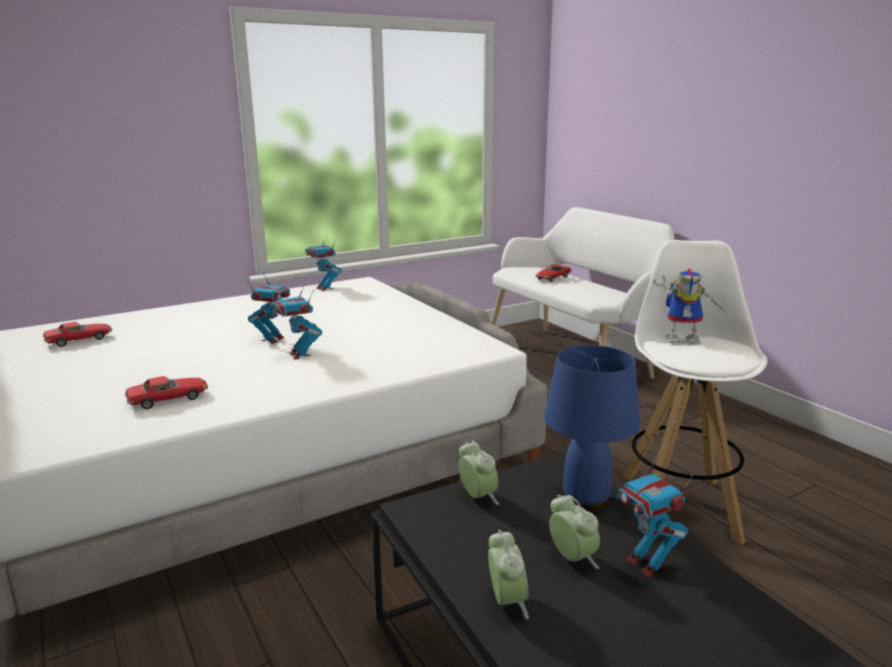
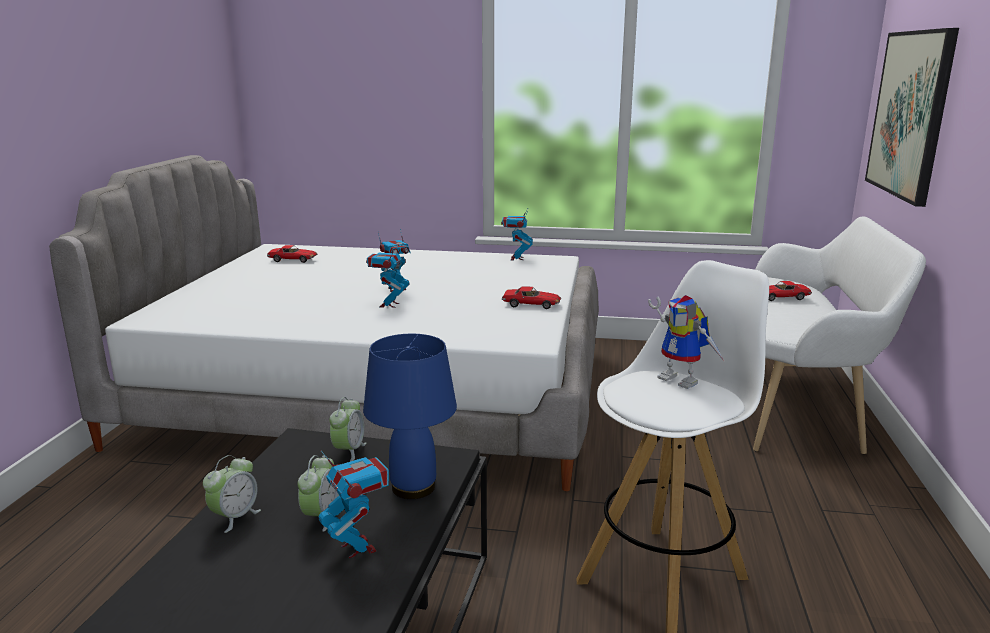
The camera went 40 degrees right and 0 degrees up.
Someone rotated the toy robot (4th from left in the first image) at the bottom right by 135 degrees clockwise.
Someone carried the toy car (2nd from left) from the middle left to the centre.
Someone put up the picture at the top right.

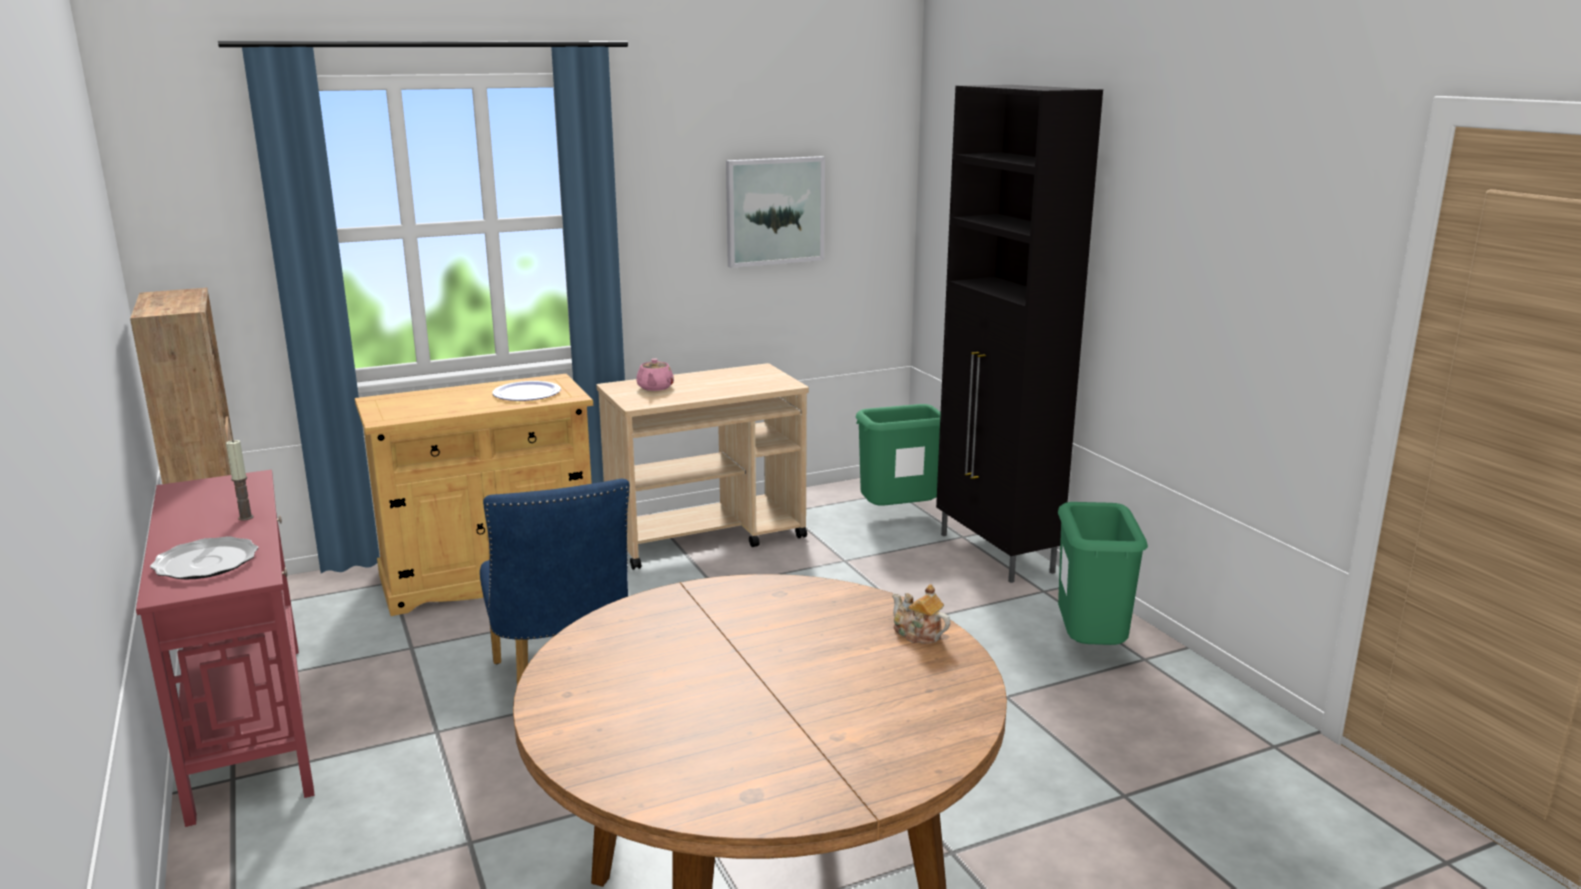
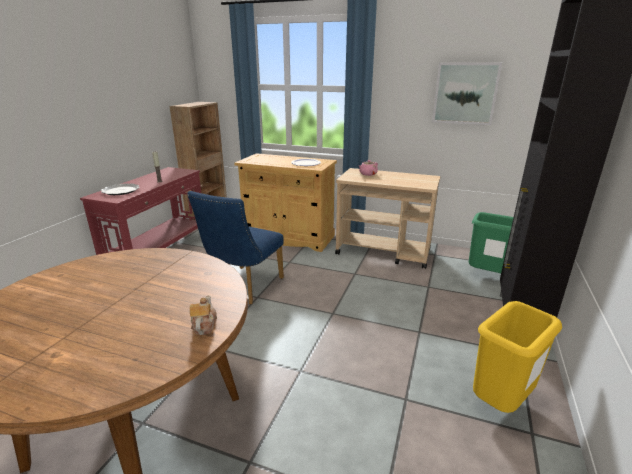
The camera went 45 degrees right and 5 degrees up.
Someone repainted the trash can/green (2nd from left) at the middle right, which became the trash can/yellow at the bottom right.

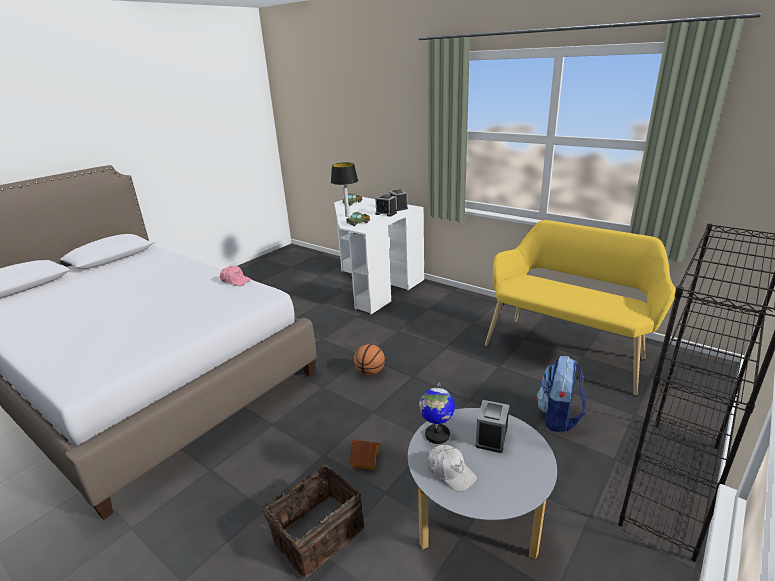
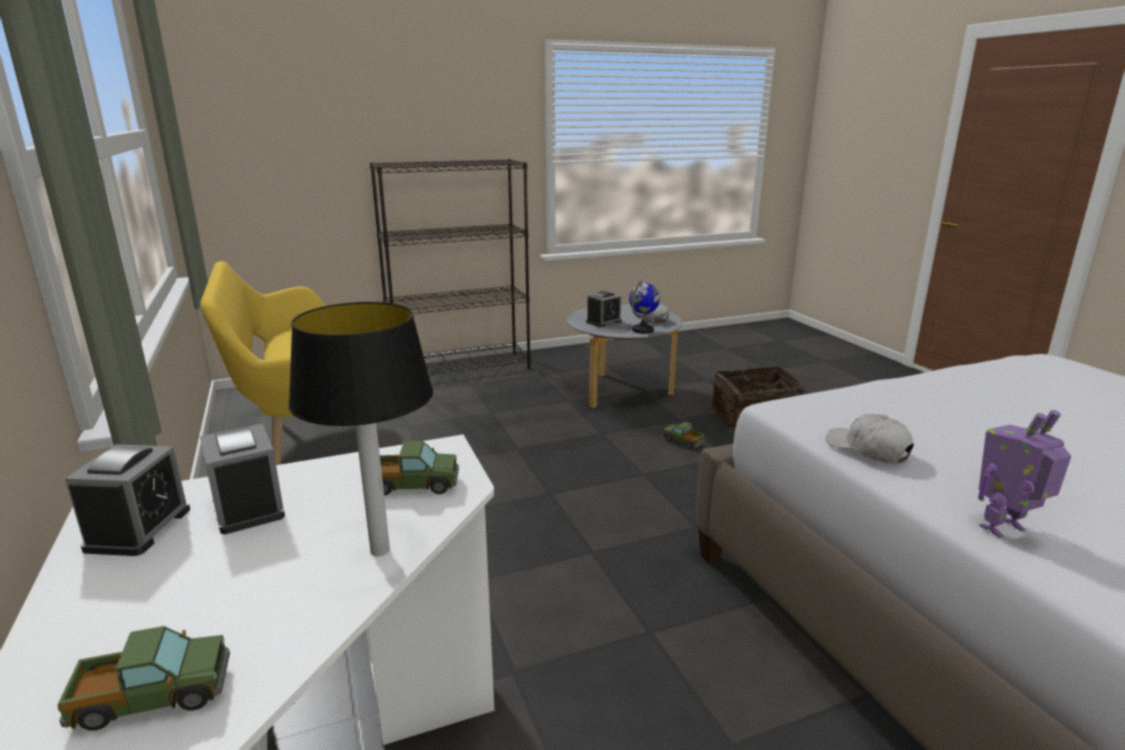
The camera went 150 degrees left and 5 degrees down.
Someone swapped the toy house at the bottom centre for the toy truck (3rd from left) at the centre.
Someone repainted the cap/pink at the middle left, which became the cap/white (2nd from left) at the middle right.
Someone put down the toy robot at the middle right.
Someone took away the basketball at the centre.
Someone took away the backpack at the bottom right.

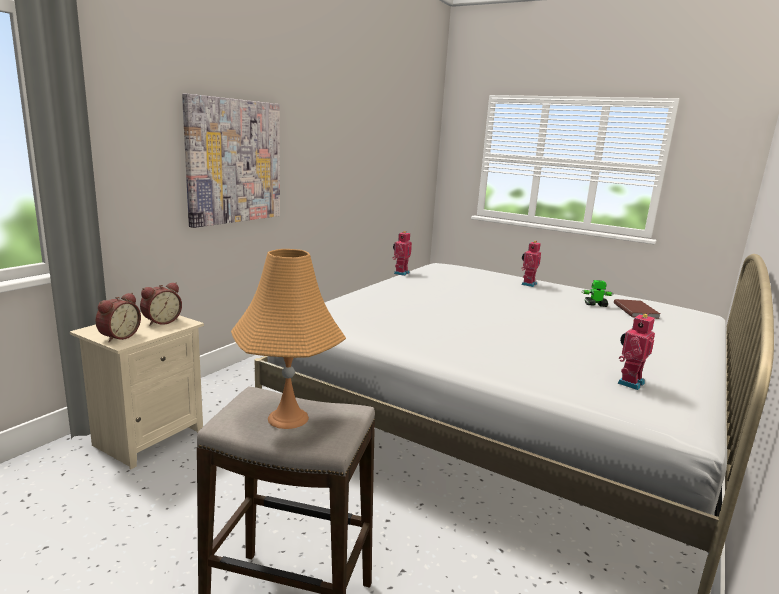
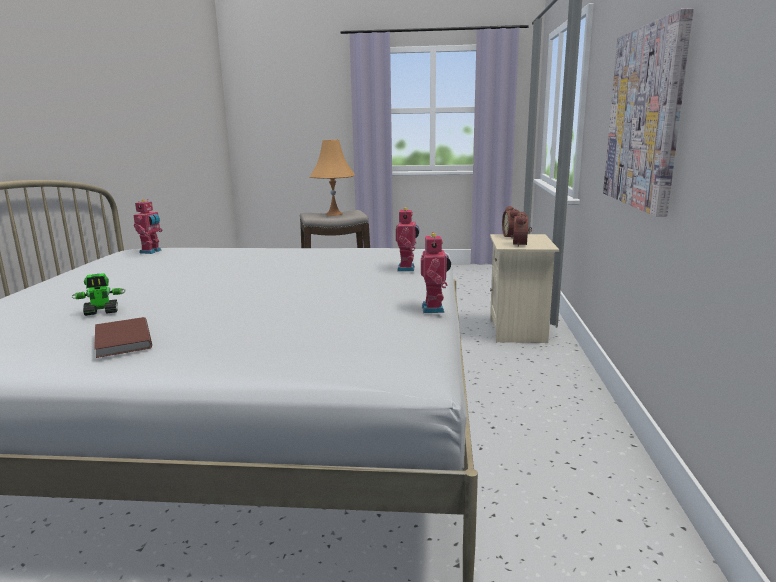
The camera went 155 degrees right and 0 degrees up.
Someone carried the book/brown from the middle right to the middle left.
Someone carried the toy robot (2nd from left in the first image) from the middle right to the centre.

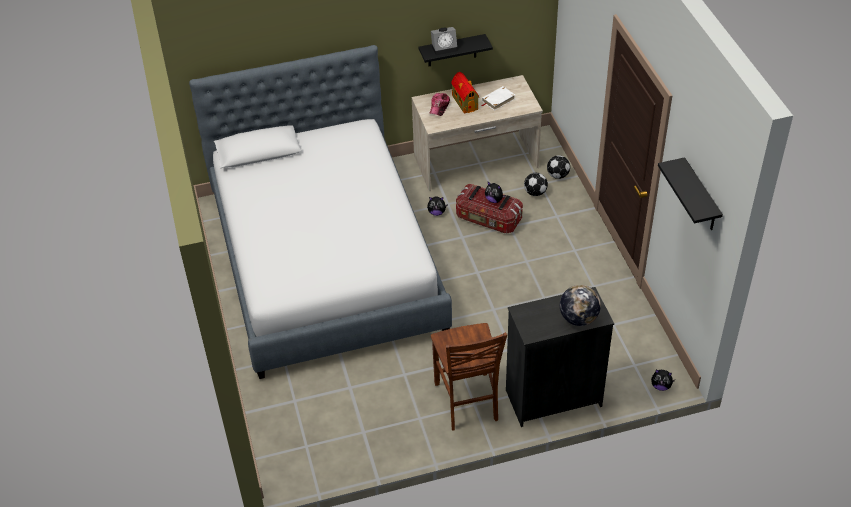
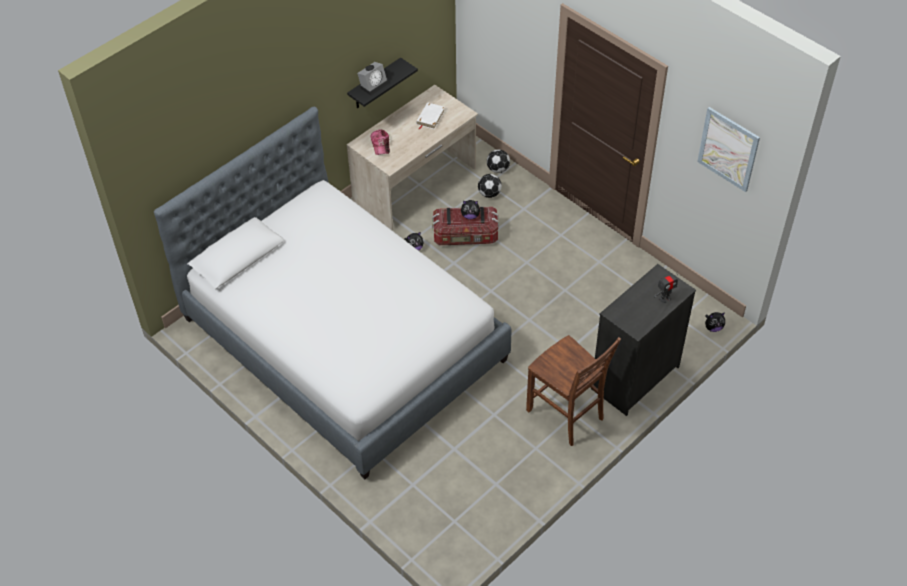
The camera went 30 degrees left and 5 degrees up.
Someone swapped the globe at the middle right for the toy robot at the middle right.
Someone swapped the shelf/black (2nd from left) at the middle right for the picture at the top right.
Someone took away the toy house at the top centre.

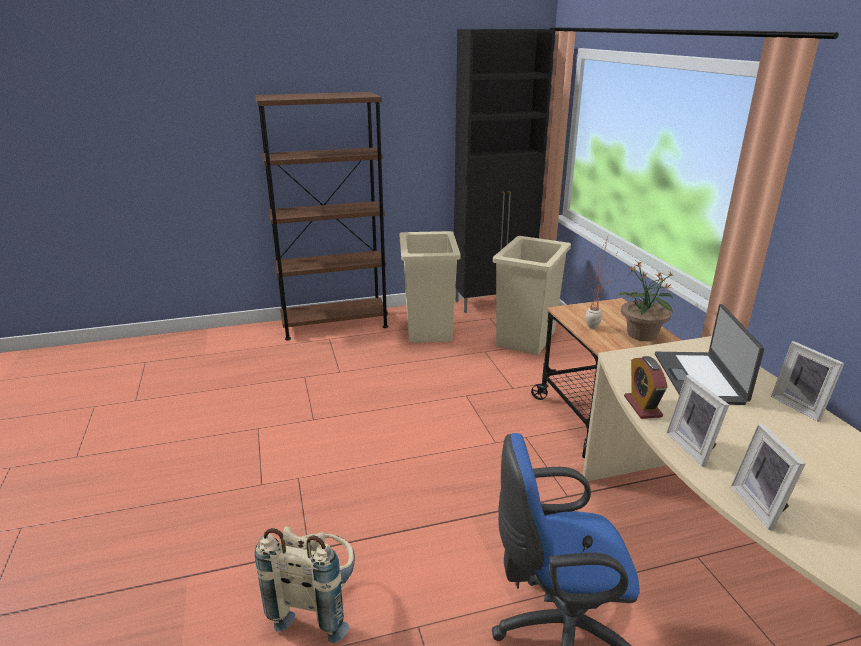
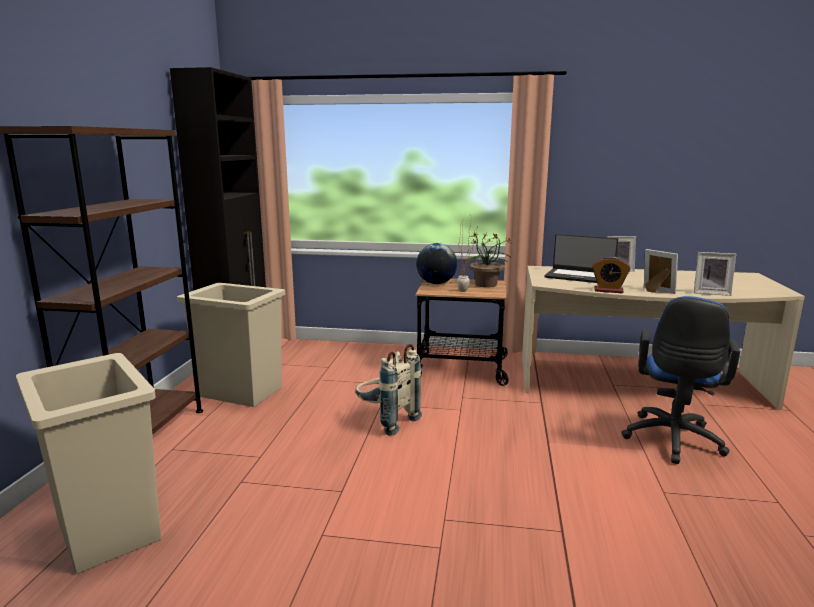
The camera went 65 degrees left and 10 degrees down.
Someone carried the trash can/beige (2nd from left in the first image) from the centre to the bottom left.
Someone carried the backpack/beige from the bottom centre to the centre.
Someone put down the globe at the centre.
Someone rotated the picture frame (1st from left in the first image) at the middle right by 135 degrees counterclockwise.

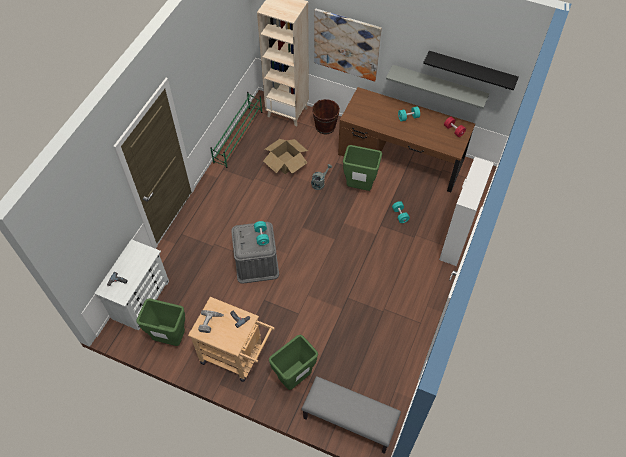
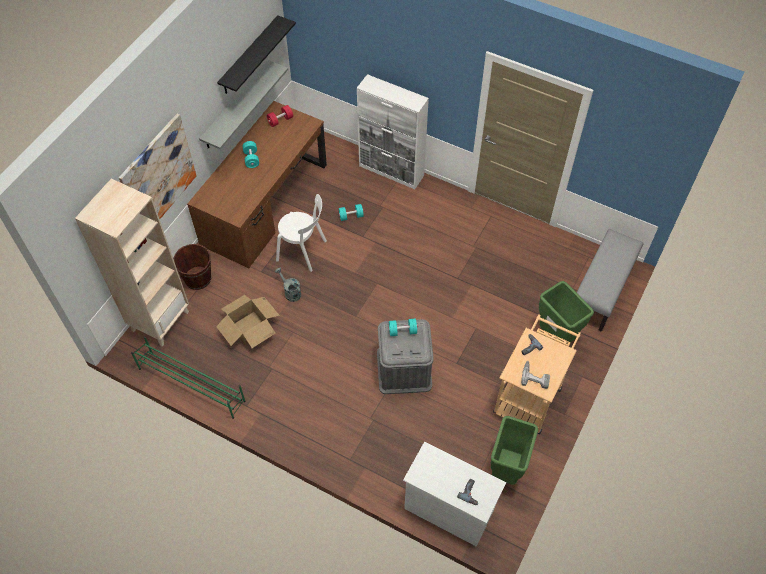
The camera went 85 degrees left and 0 degrees up.
Someone swapped the trash can/green (3rd from left) at the centre for the chair/white at the centre.

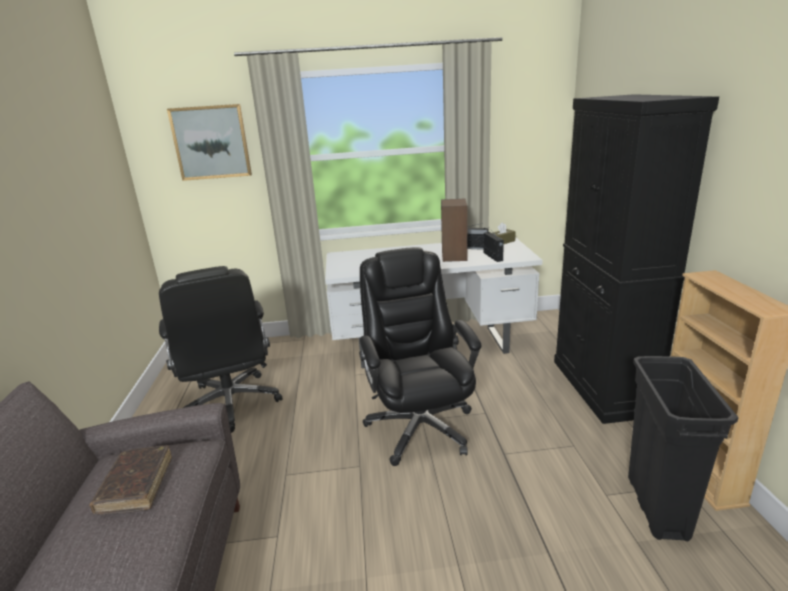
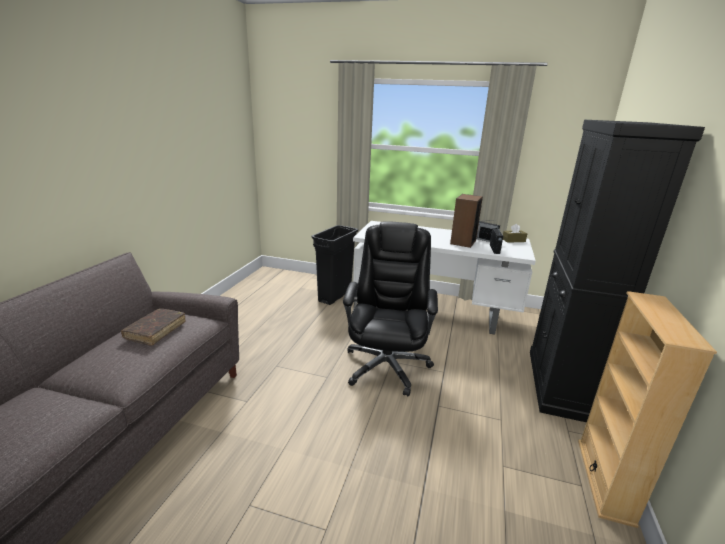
The camera went 20 degrees right and 0 degrees up.
Someone carried the trash can/black from the bottom right to the centre.
Someone took away the office chair/black (1st from left) at the middle left.
Someone took away the picture at the top left.

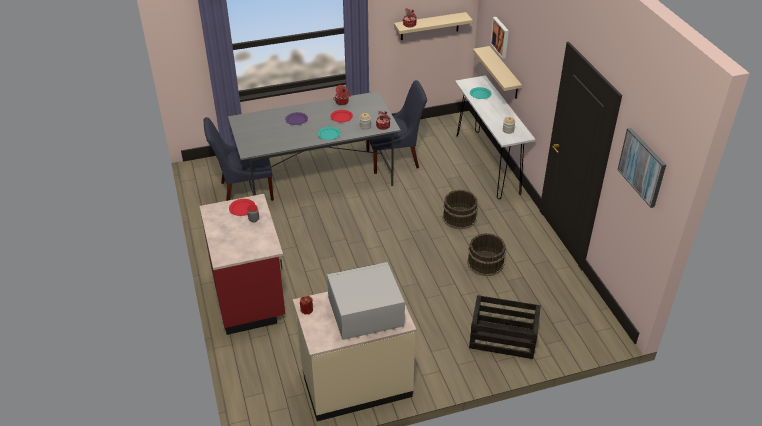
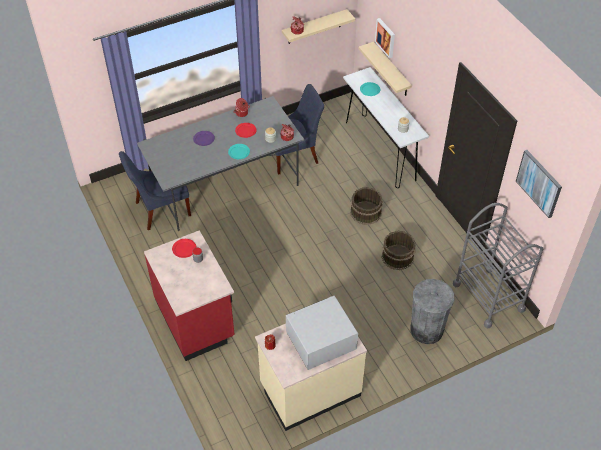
The camera went 10 degrees left and 10 degrees up.
Someone swapped the crate at the bottom centre for the trash can/grey at the bottom right.
Someone put down the cart/grey at the middle right.

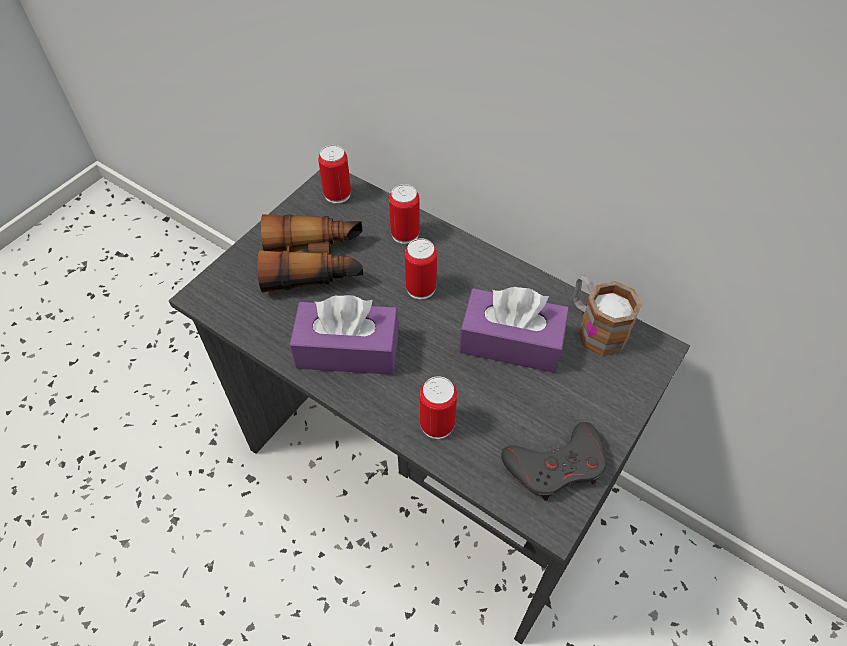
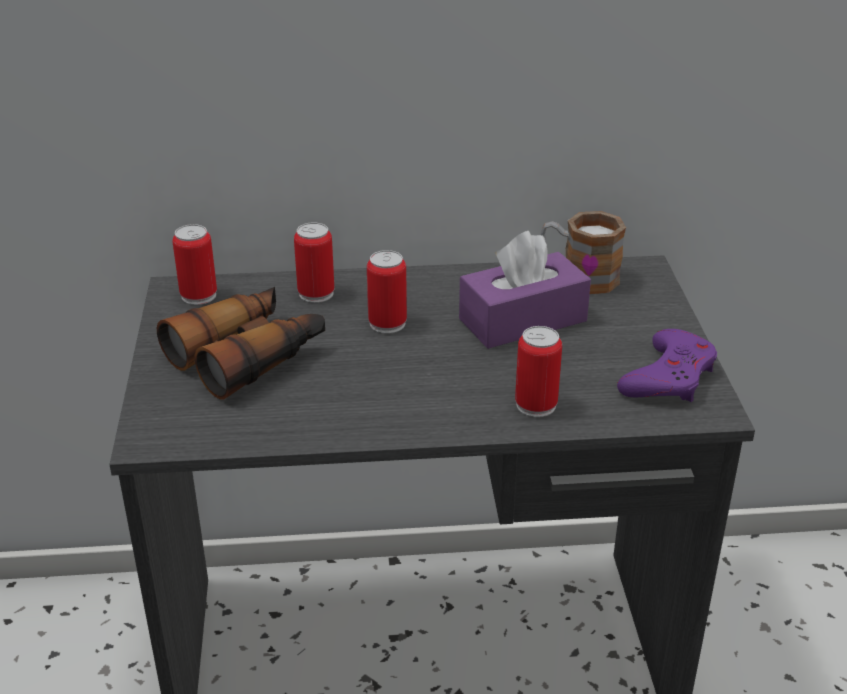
The camera went 40 degrees left and 20 degrees down.
Someone repainted the game controller/grey at the bottom centre, which became the game controller/purple at the middle right.
Someone took away the tissue box/purple (1st from left) at the centre.

